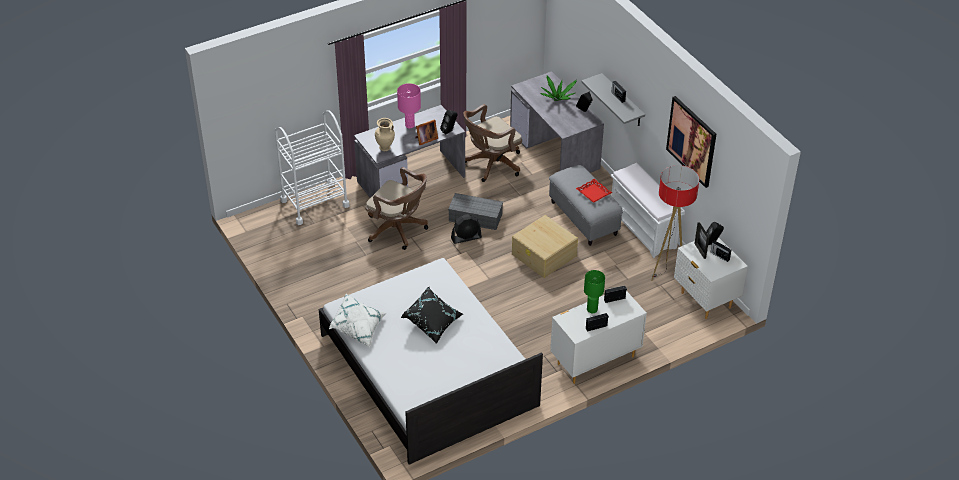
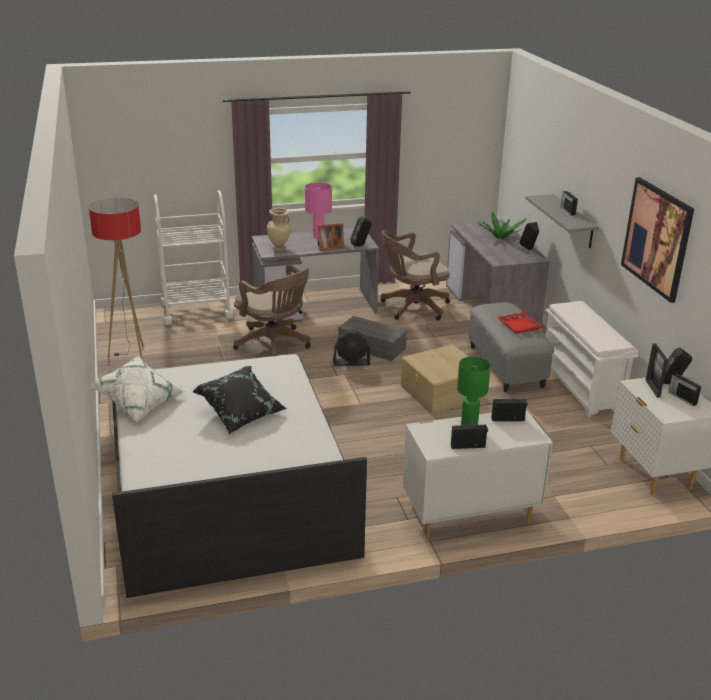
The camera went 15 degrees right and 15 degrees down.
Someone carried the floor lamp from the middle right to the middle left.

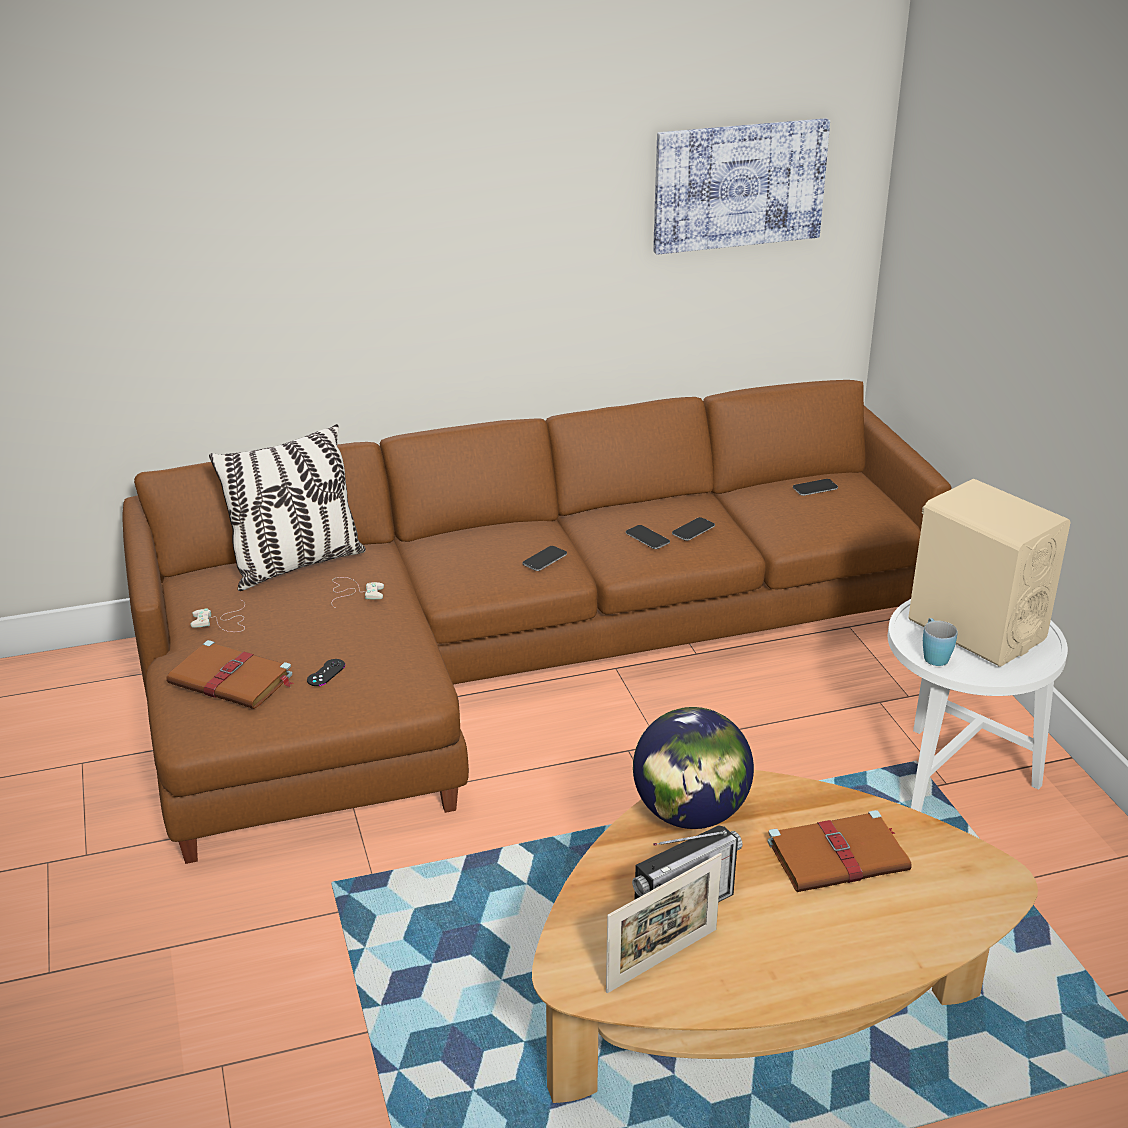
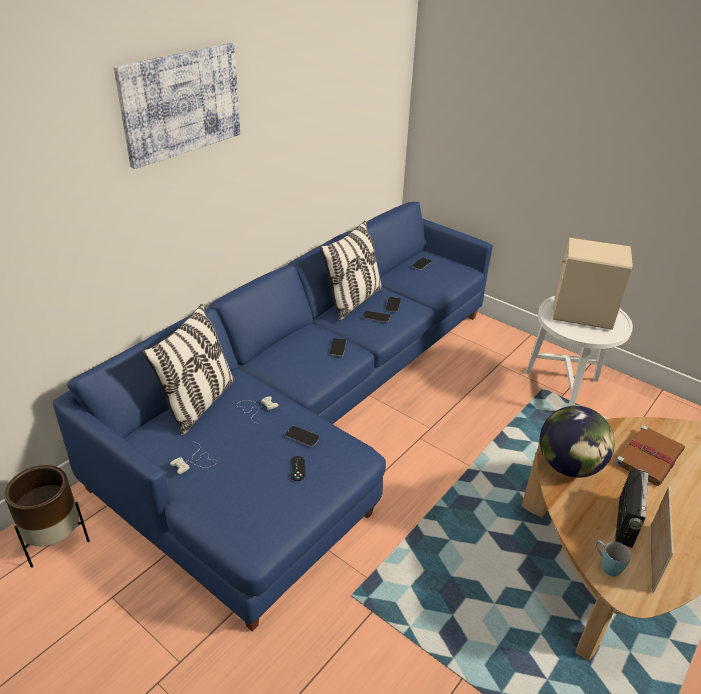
The camera went 35 degrees left and 5 degrees up.
Someone put down the planter/brown at the bottom left.
Someone repainted the sofa/brown at the centre, which became the sofa/blue at the centre.
Someone carried the picture from the top centre to the top left.
Someone put down the phone (1st from left) at the centre.
Someone put down the pillow (2nd from left) at the centre.
Someone carried the mug/blue from the middle right to the bottom right.
Someone took away the book/brown (1st from left) at the middle left.

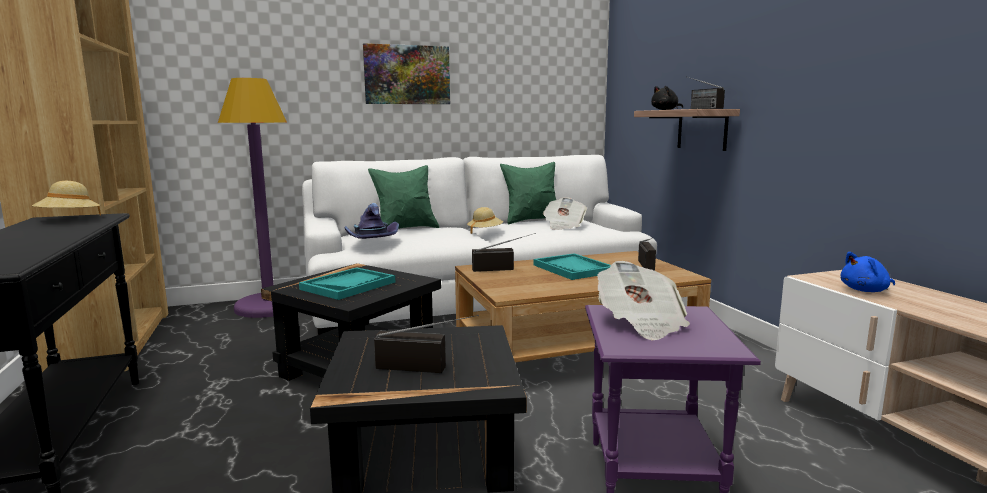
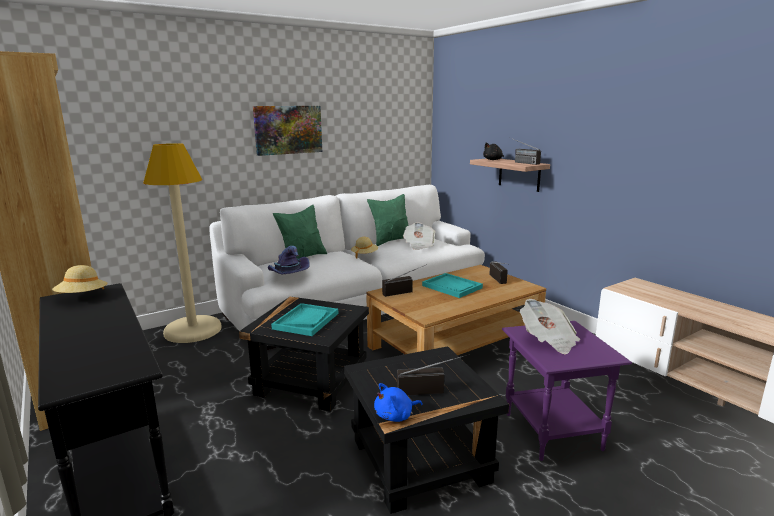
The camera went 15 degrees left and 5 degrees up.
Someone repainted the floor lamp/purple at the middle left, which became the floor lamp/beige at the middle left.
Someone carried the plush toy/blue from the middle right to the bottom centre.

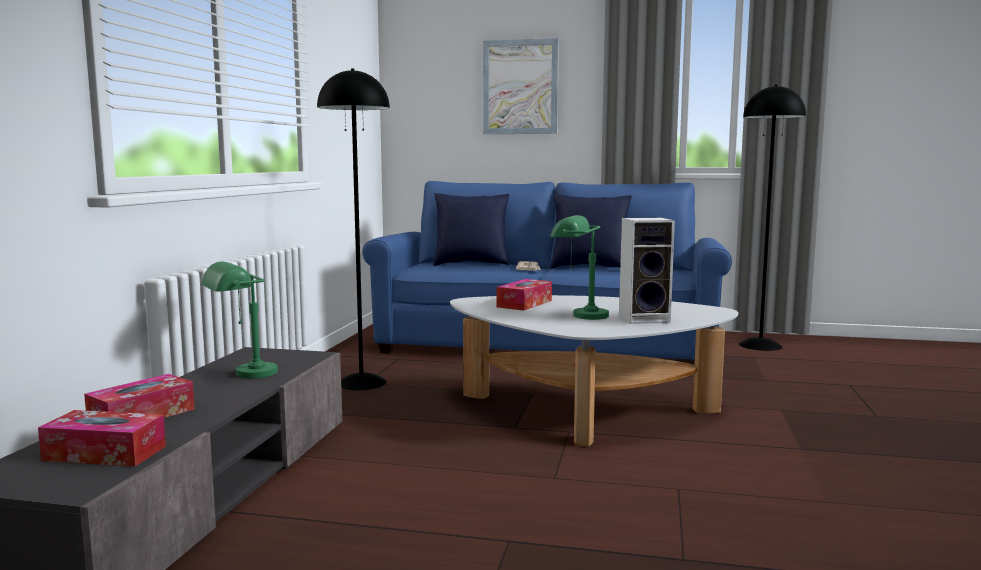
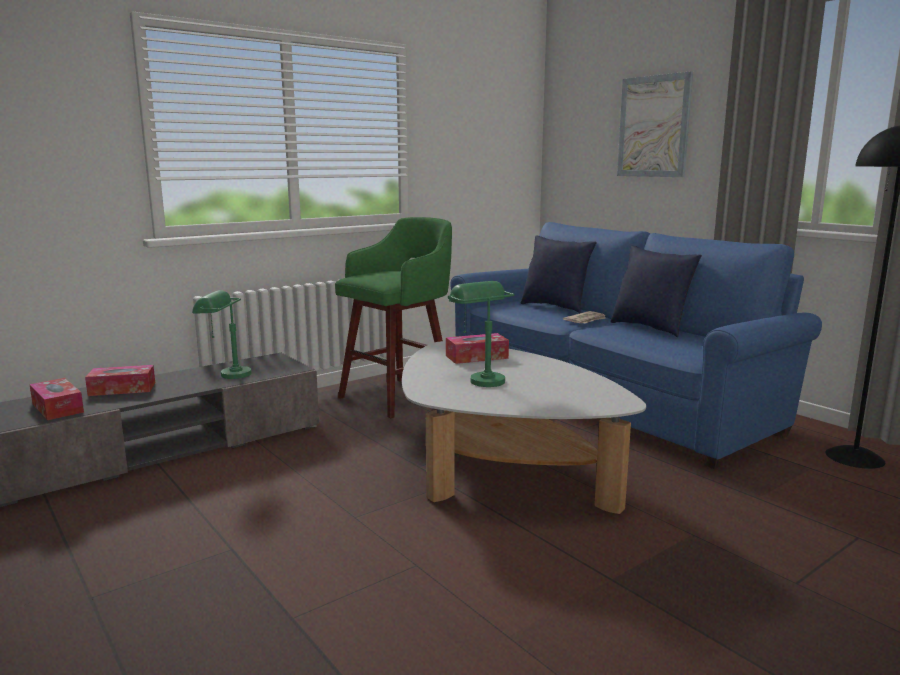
The camera went 40 degrees right and 5 degrees up.
Someone swapped the floor lamp/black (1st from left) at the centre for the stool/green at the centre.
Someone took away the speaker at the centre.

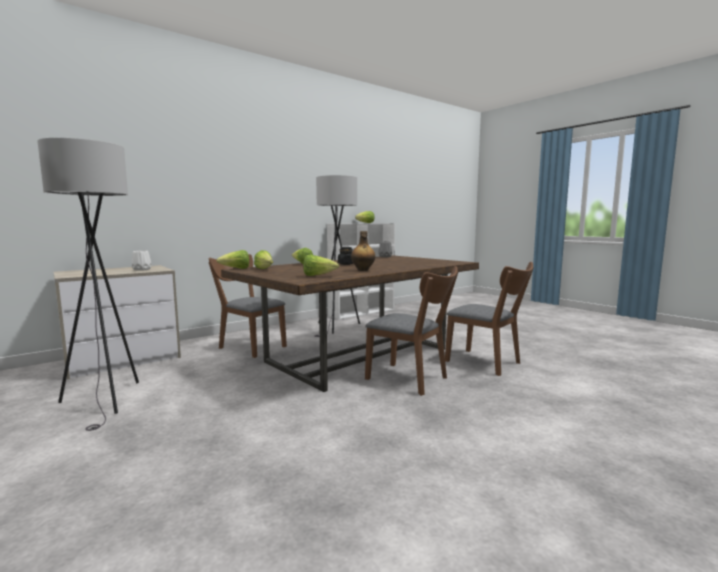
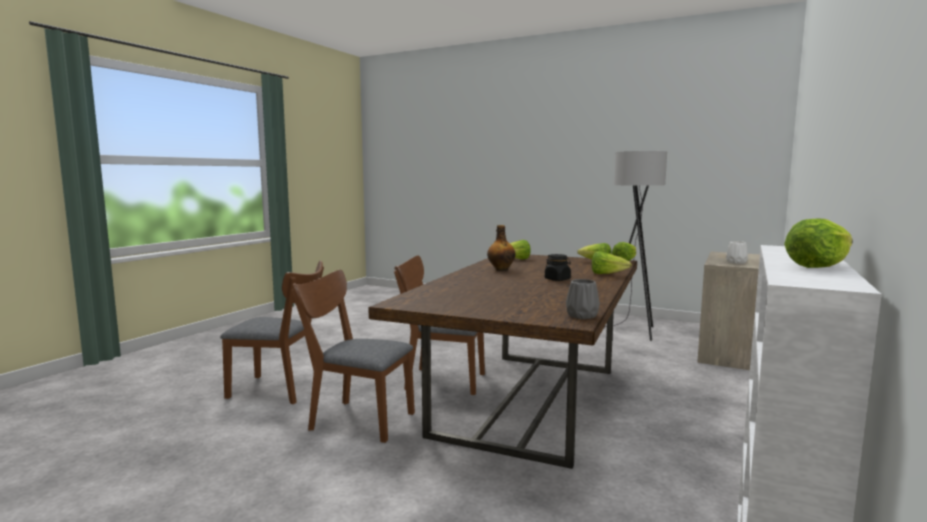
The camera went 155 degrees right and 0 degrees up.
Someone carried the chair/brown (1st from left) from the centre to the middle left.
Someone took away the floor lamp/grey (2nd from left) at the centre.

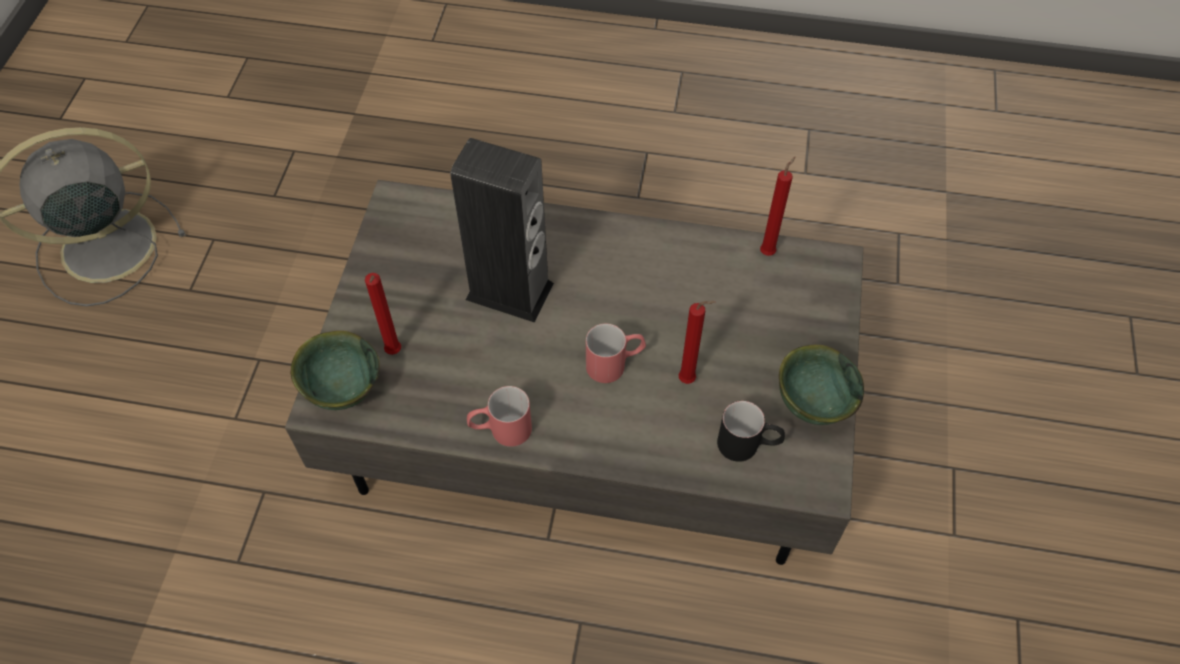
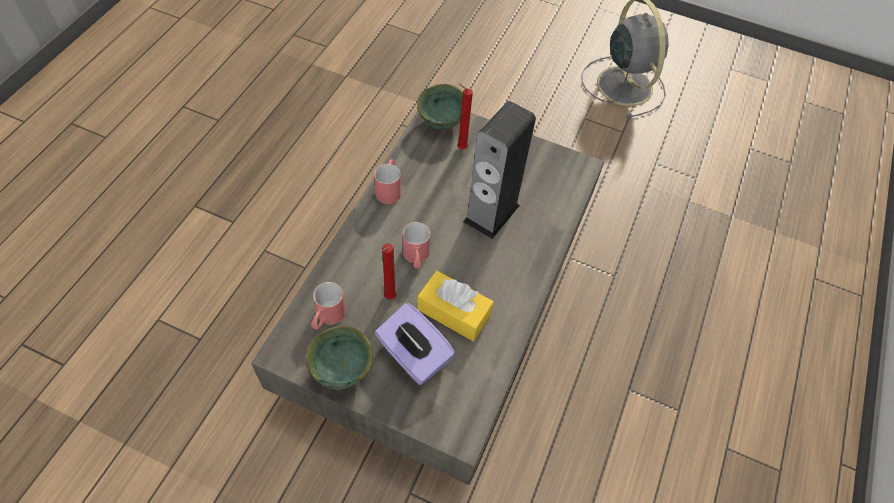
The camera went 100 degrees right and 0 degrees up.
Someone repainted the mug/black at the centre, which became the mug/red (1st from left) at the centre.
Someone put down the tissue box/purple at the bottom centre.
Someone put down the tissue box/yellow at the centre.
Someone took away the candle/red (3rd from left) at the top centre.

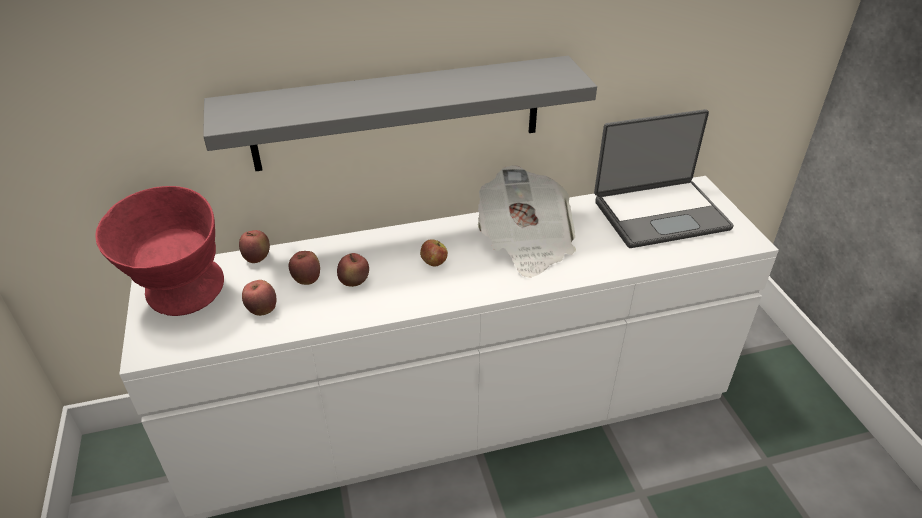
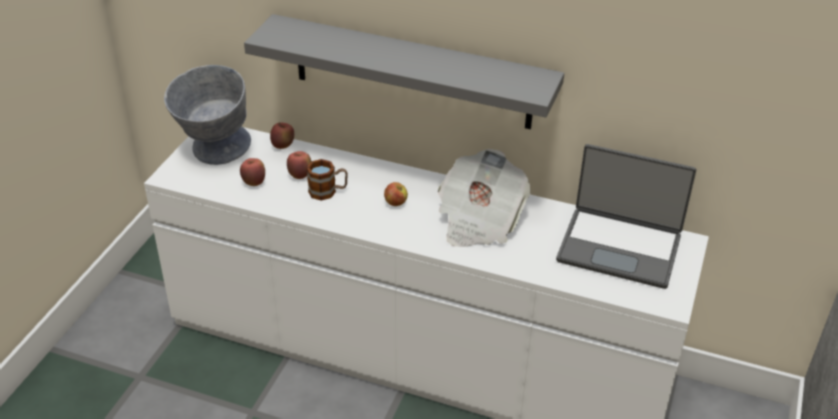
The camera went 35 degrees right and 0 degrees up.
Someone repainted the bowl/red at the middle left, which became the bowl/grey at the top left.
Someone swapped the apple (4th from left) at the centre for the mug at the centre.

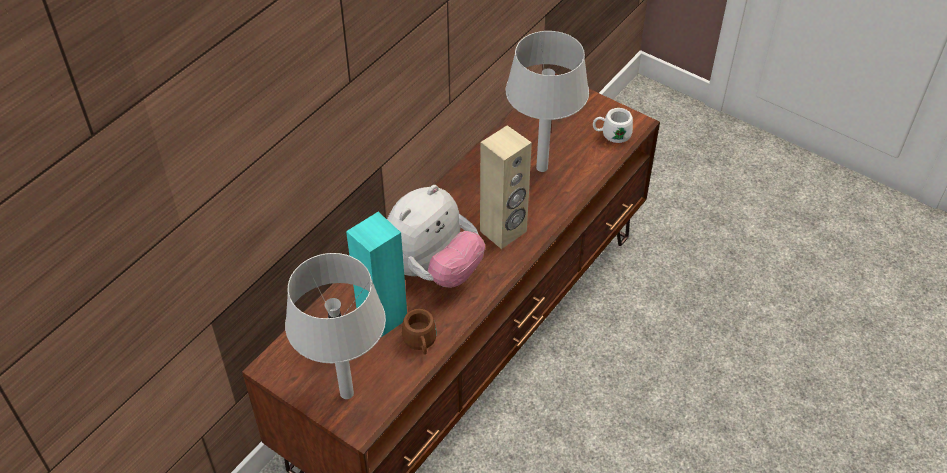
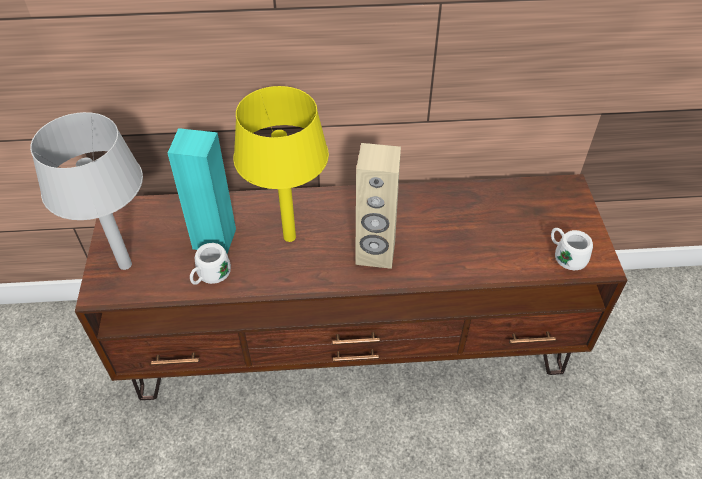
The camera went 50 degrees right and 0 degrees up.
Someone repainted the mug/brown at the bottom centre, which became the mug/white (1st from left) at the middle left.
Someone swapped the plush toy at the centre for the table lamp/yellow at the centre.
Someone took away the table lamp/grey (2nd from left) at the top centre.

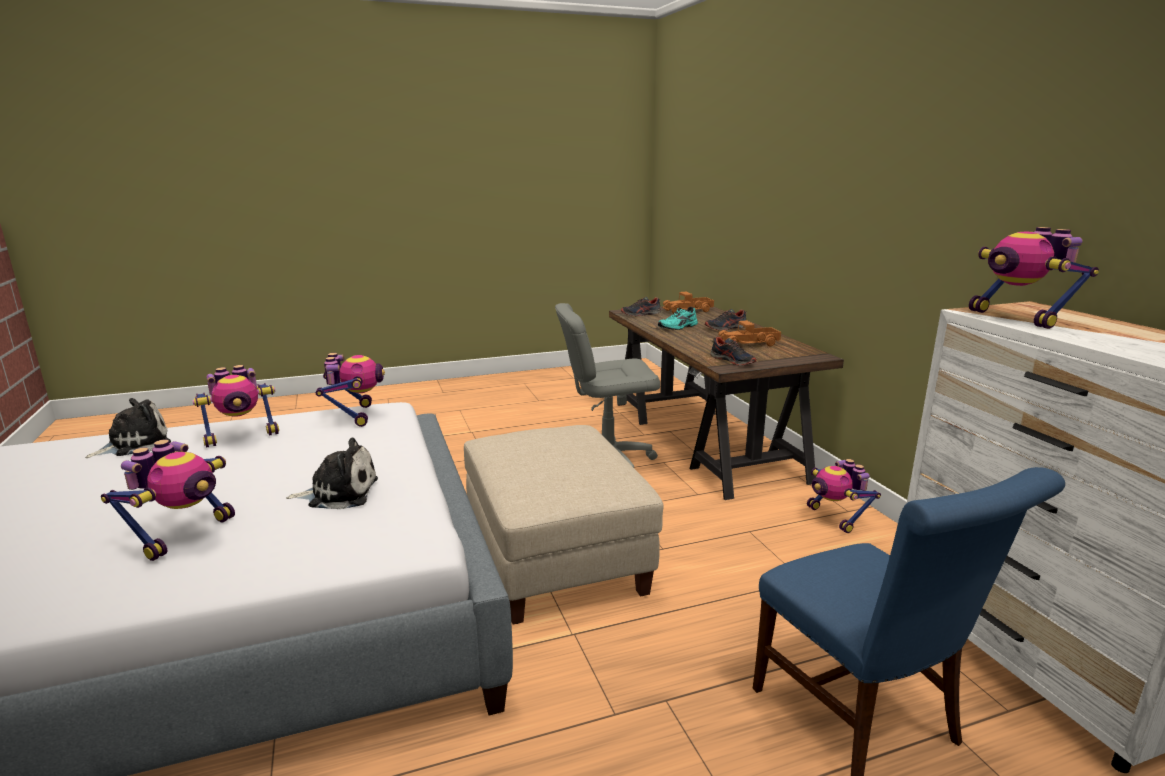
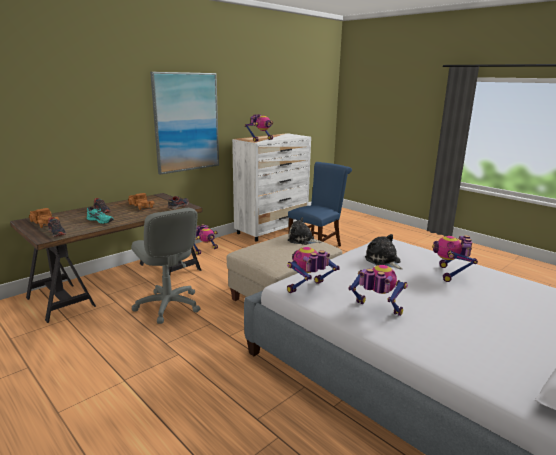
The camera went 115 degrees left and 0 degrees up.
Someone put up the picture at the top left.
Someone carried the plush toy (1st from left) from the middle left to the centre.
Someone rotated the toy robot (1st from left in the first image) at the middle left by 75 degrees counterclockwise.

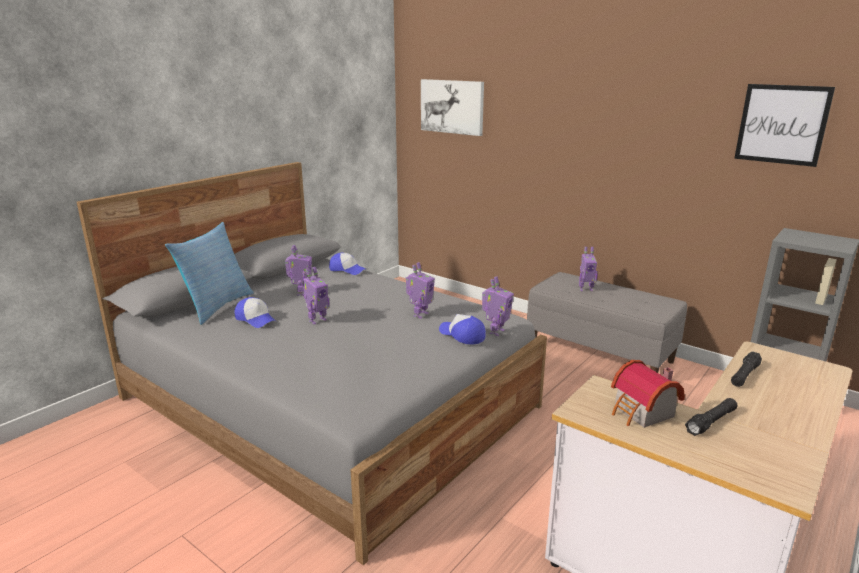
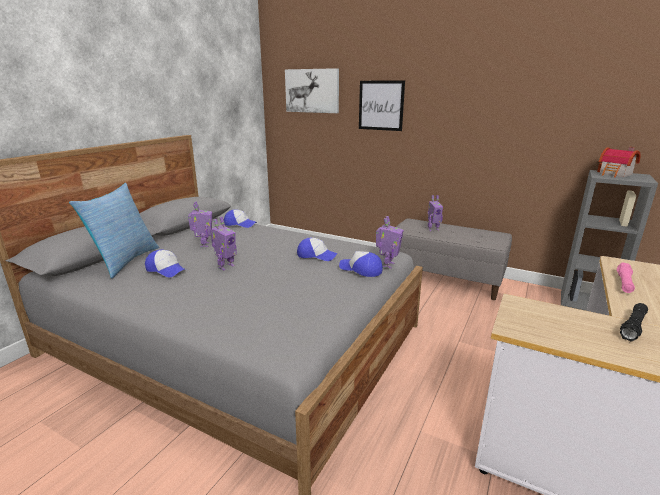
The camera went 10 degrees left and 0 degrees up.
Someone swapped the toy robot (3rd from left) at the centre for the cap (3rd from left) at the centre.
Someone carried the picture (2nd from left) from the top right to the top centre.
Someone carried the toy house from the bottom right to the top right.
Someone repainted the flashlight/black (2nd from left) at the middle right, which became the flashlight/pink at the middle right.

